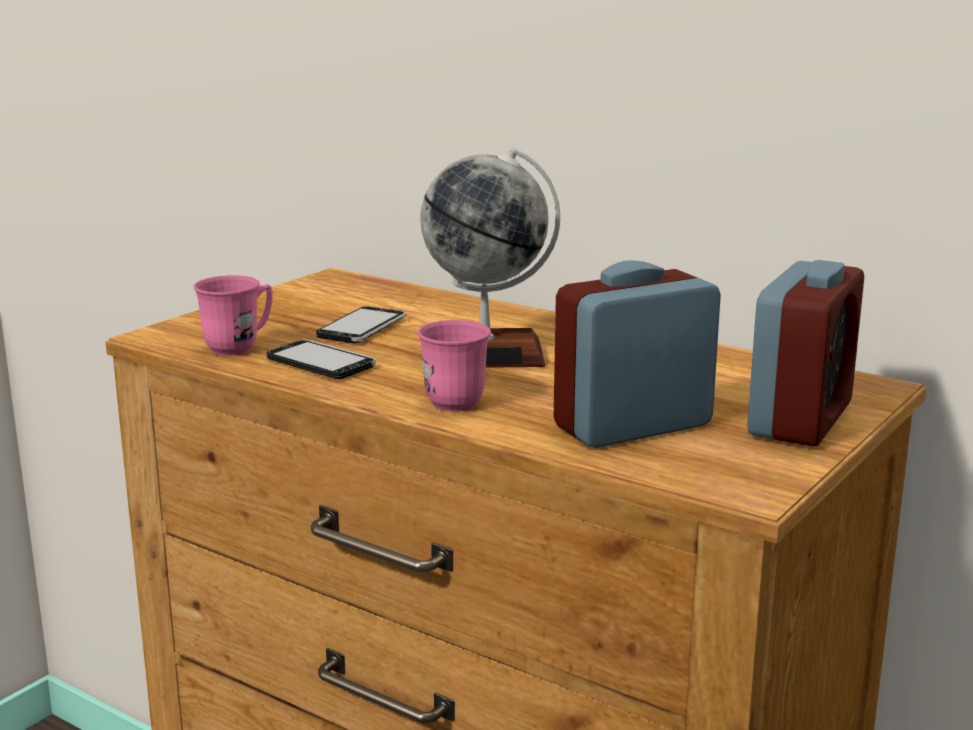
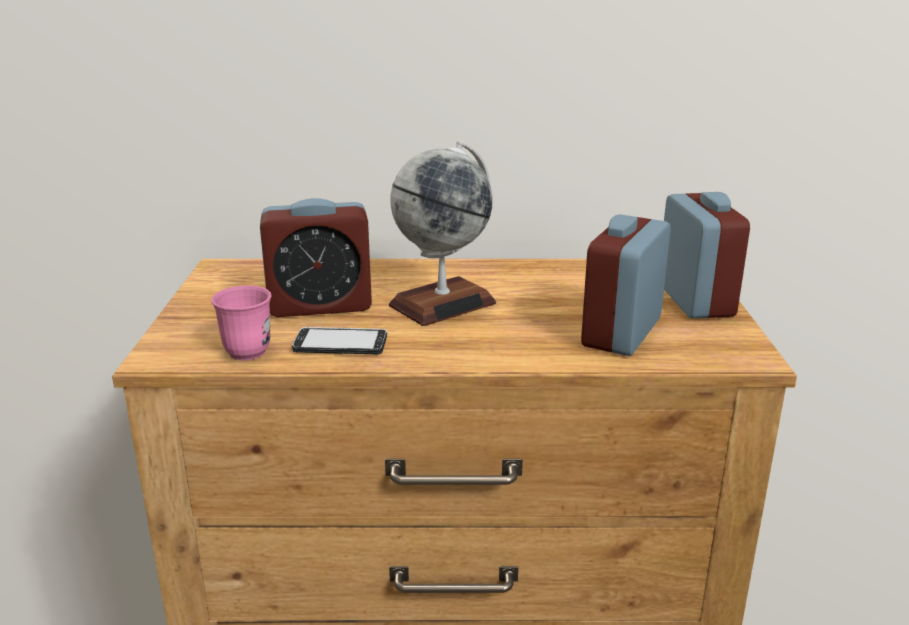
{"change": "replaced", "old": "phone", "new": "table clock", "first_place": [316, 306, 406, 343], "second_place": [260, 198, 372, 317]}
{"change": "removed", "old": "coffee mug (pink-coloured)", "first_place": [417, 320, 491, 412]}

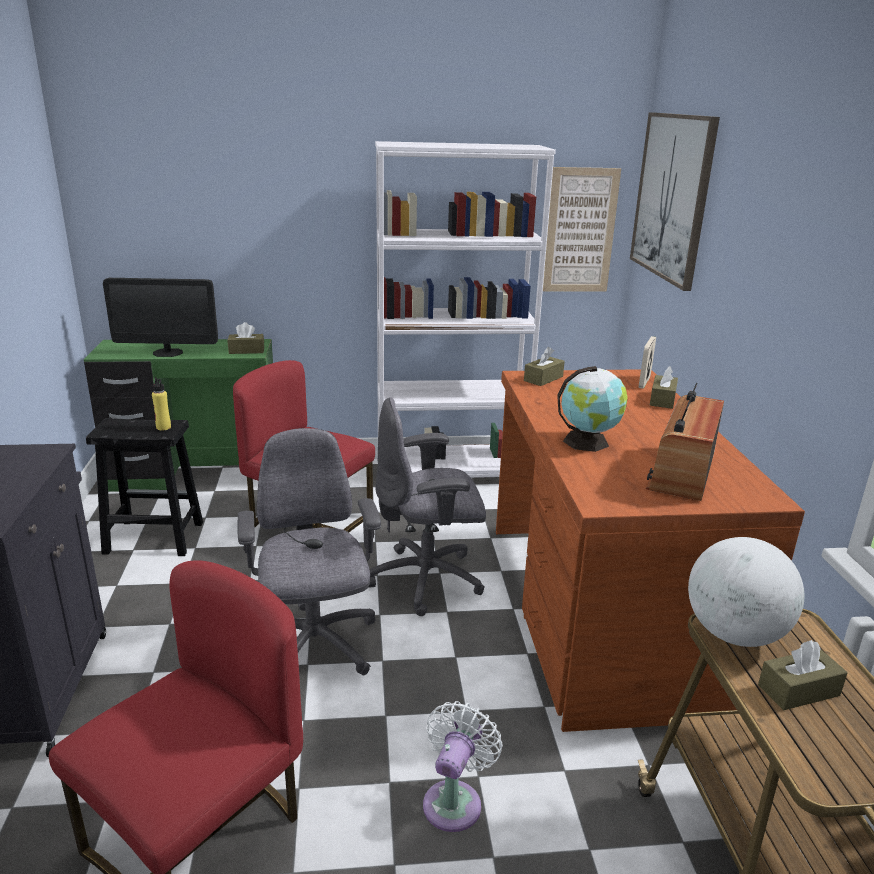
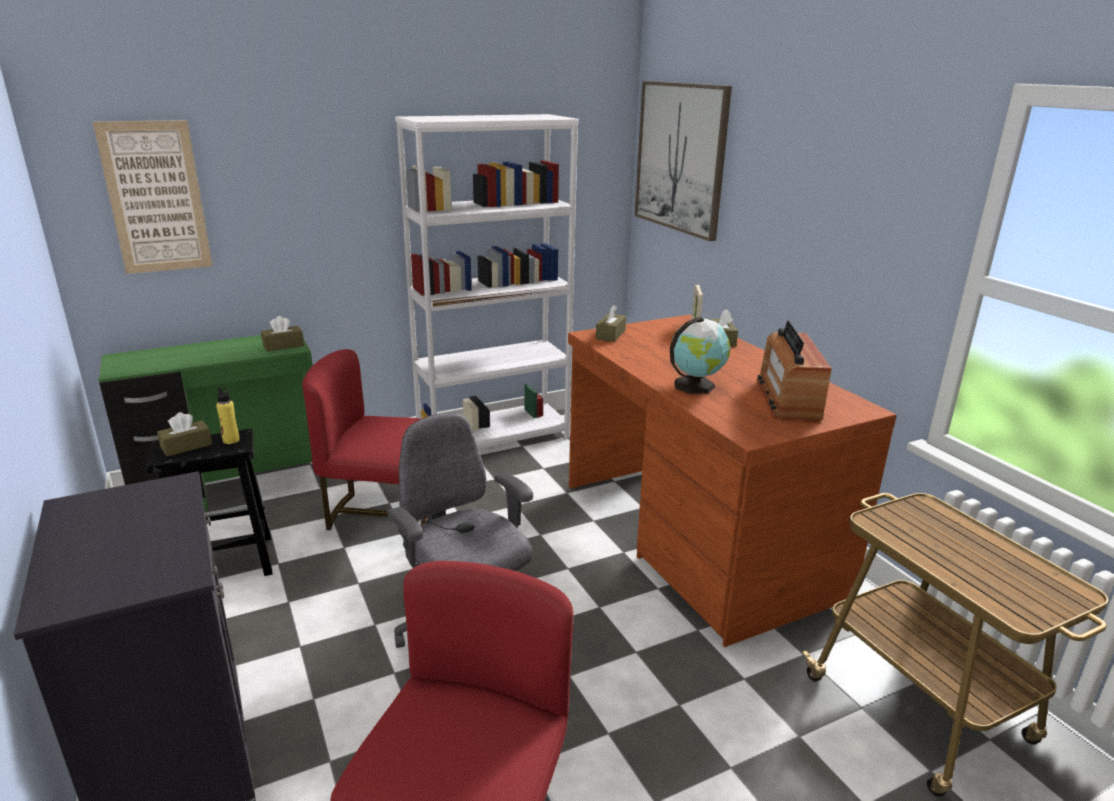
{"change": "moved", "old": "wall picture", "first_place": [543, 167, 621, 292], "second_place": [93, 120, 212, 274]}
{"change": "moved", "old": "tissue holder (brown-coloured)", "first_place": [758, 640, 848, 710], "second_place": [157, 412, 212, 457]}
{"change": "removed", "old": "monitor", "first_place": [103, 278, 218, 357]}
{"change": "removed", "old": "desk chair (greyish)", "first_place": [369, 397, 486, 616]}
{"change": "removed", "old": "electric fan (whitish)", "first_place": [423, 701, 503, 832]}
{"change": "removed", "old": "world globe", "first_place": [688, 537, 804, 647]}

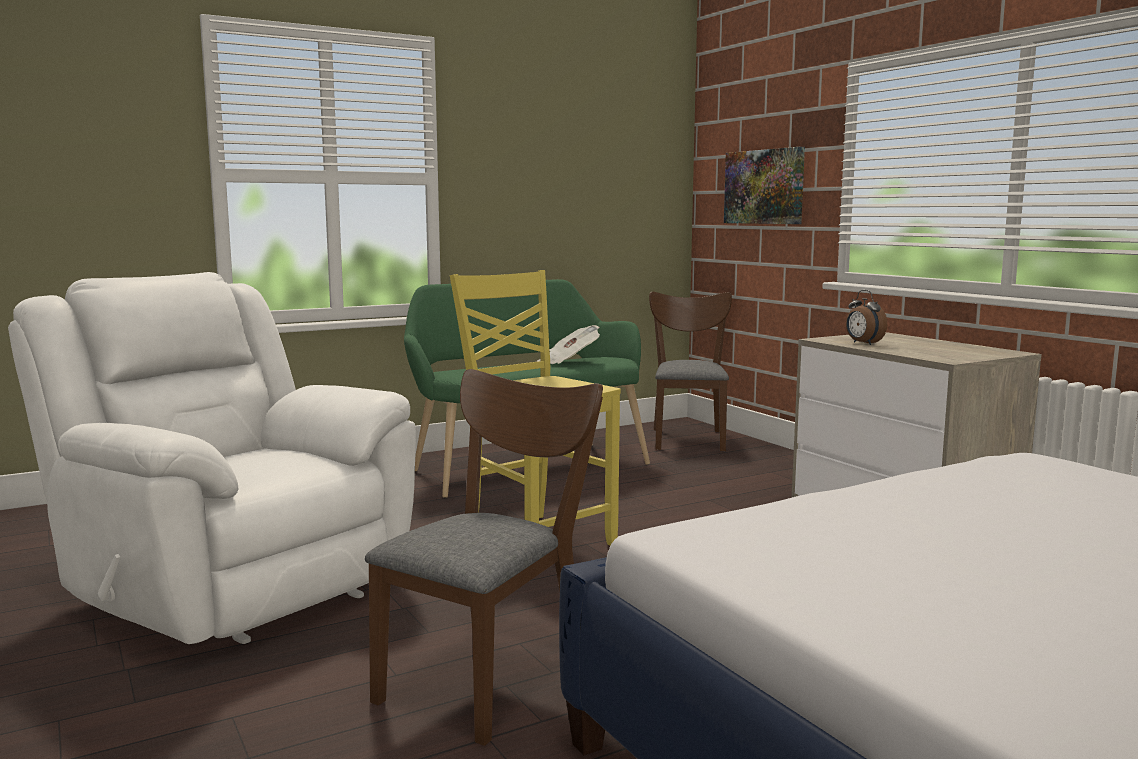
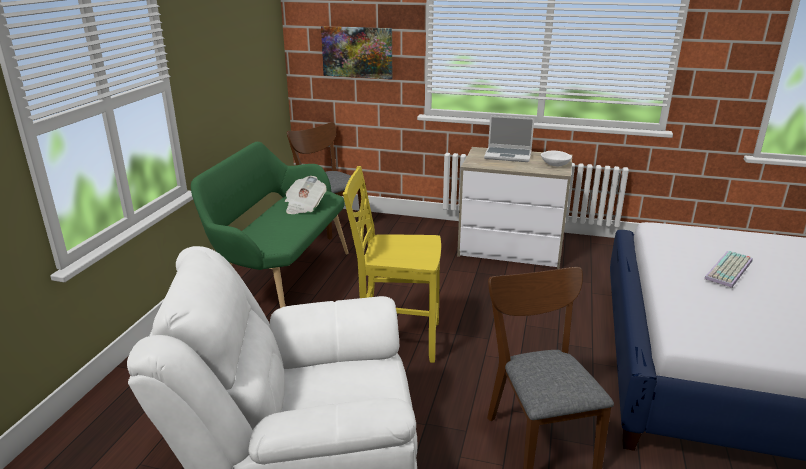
{"change": "added", "new": "laptop", "second_place": [484, 116, 535, 162]}
{"change": "added", "new": "serving bowl (whitish)", "second_place": [541, 151, 572, 166]}
{"change": "added", "new": "keyboard", "second_place": [704, 251, 753, 288]}
{"change": "removed", "old": "table clock", "first_place": [846, 290, 887, 345]}

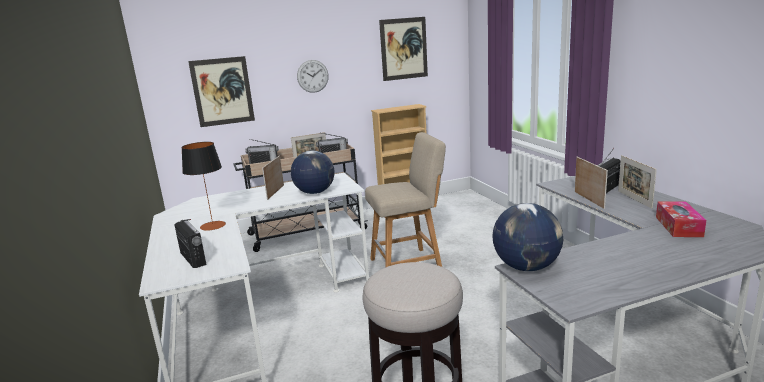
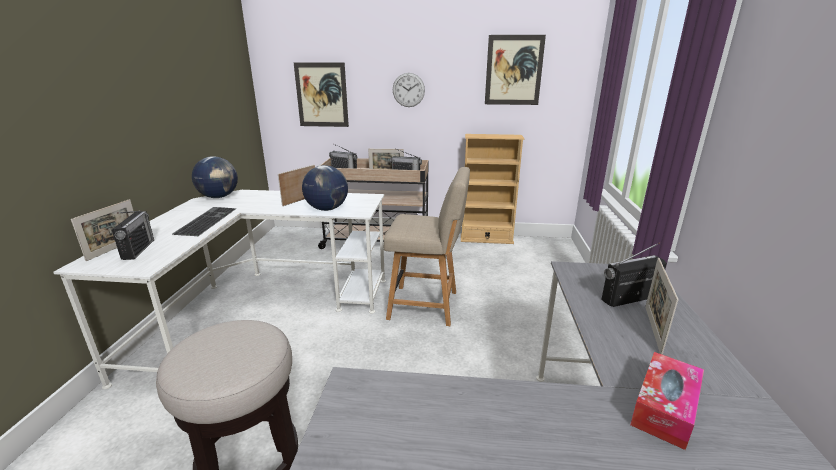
{"change": "moved", "old": "picture frame", "first_place": [575, 157, 608, 209], "second_place": [71, 199, 134, 261]}
{"change": "replaced", "old": "tabletop lamp", "new": "keyboard", "first_place": [181, 142, 226, 231], "second_place": [172, 207, 236, 236]}
{"change": "moved", "old": "world globe", "first_place": [492, 203, 563, 271], "second_place": [192, 156, 238, 198]}

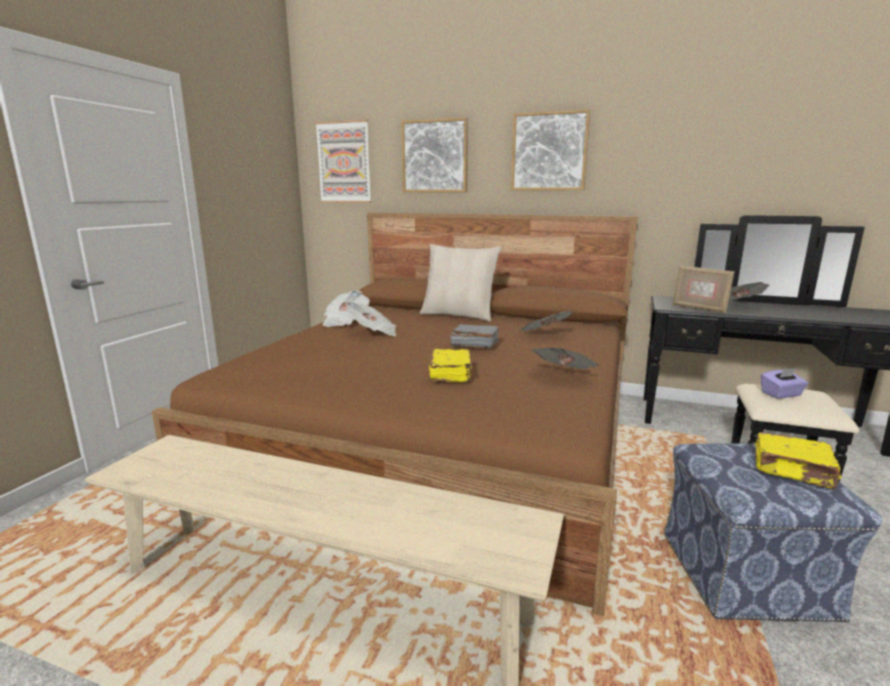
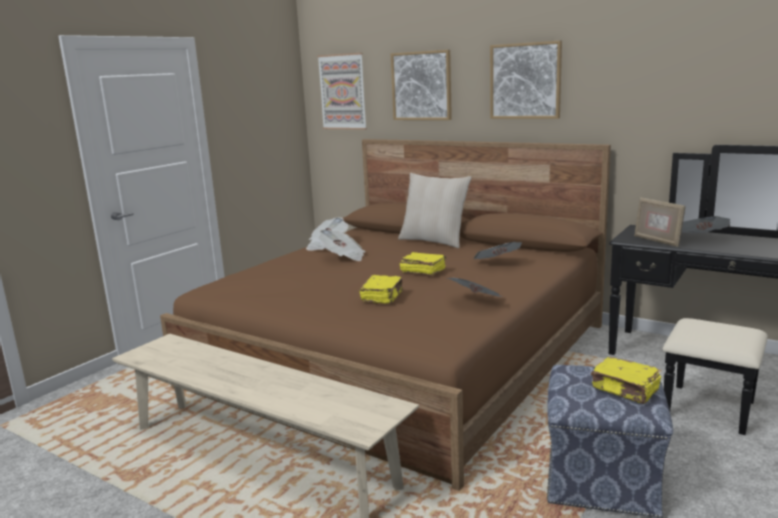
{"change": "recoloured", "old": "bound book (greyish)", "new": "bound book (yellowish)", "first_place": [450, 324, 499, 348], "second_place": [400, 252, 446, 275]}
{"change": "removed", "old": "tissue holder (purplish)", "first_place": [761, 368, 808, 399]}

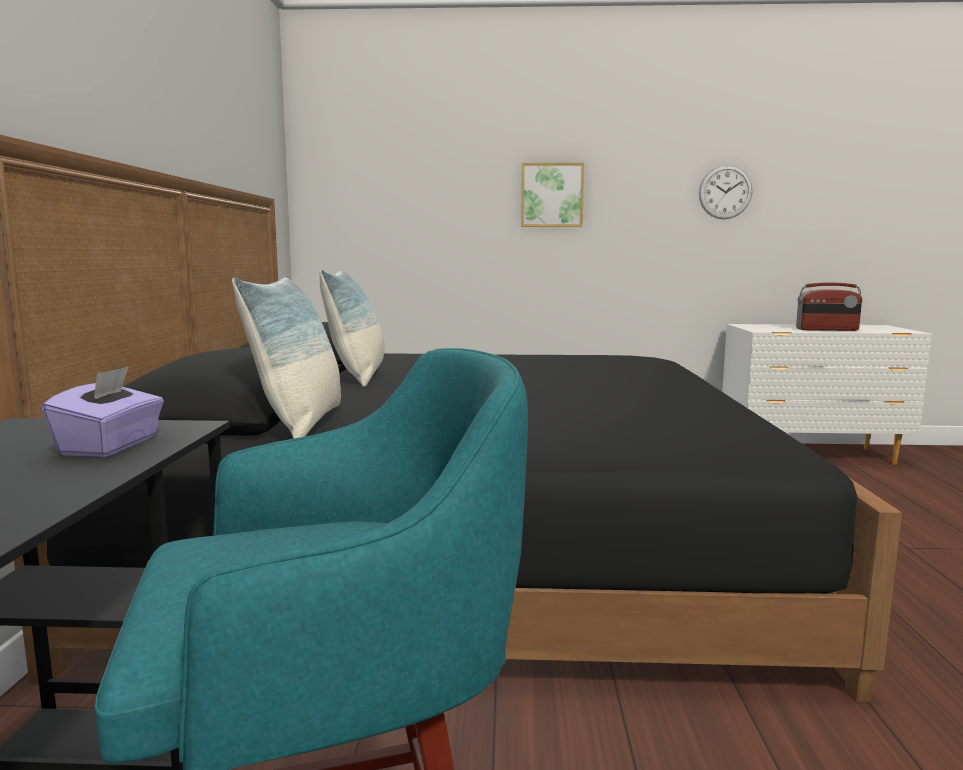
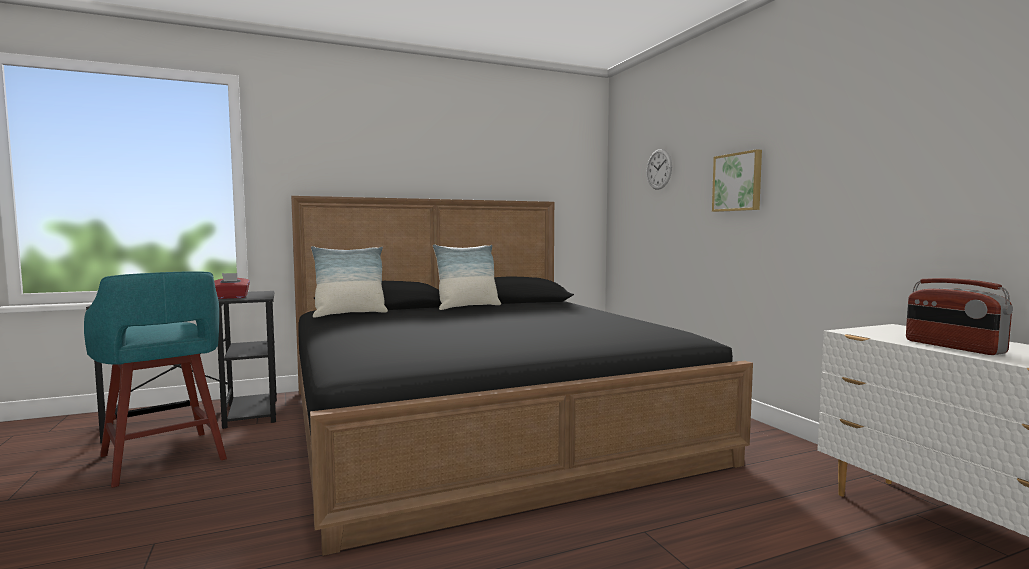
{"change": "recoloured", "old": "tissue holder (purplish)", "new": "tissue holder (reddish)", "first_place": [42, 366, 164, 457], "second_place": [214, 273, 250, 299]}
{"change": "moved", "old": "clock on the wall", "first_place": [699, 165, 753, 219], "second_place": [647, 149, 672, 190]}

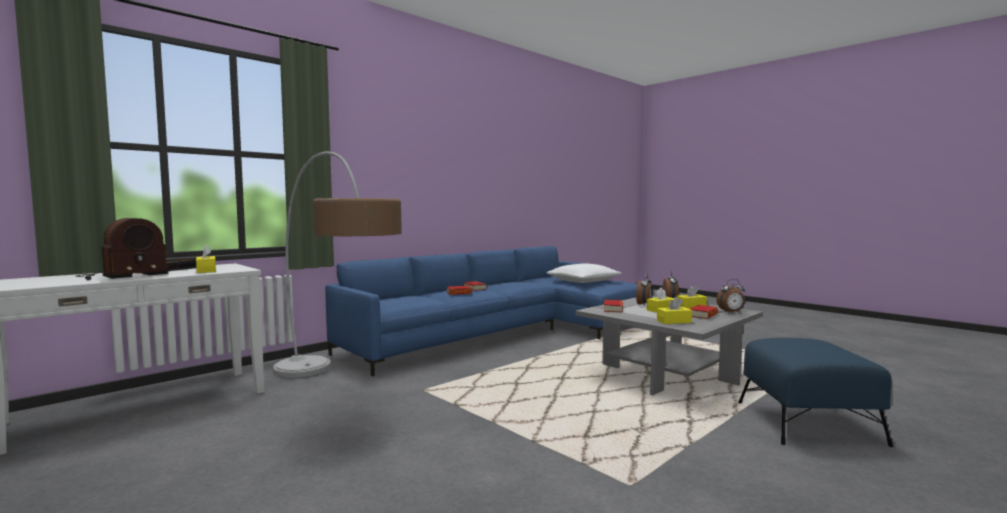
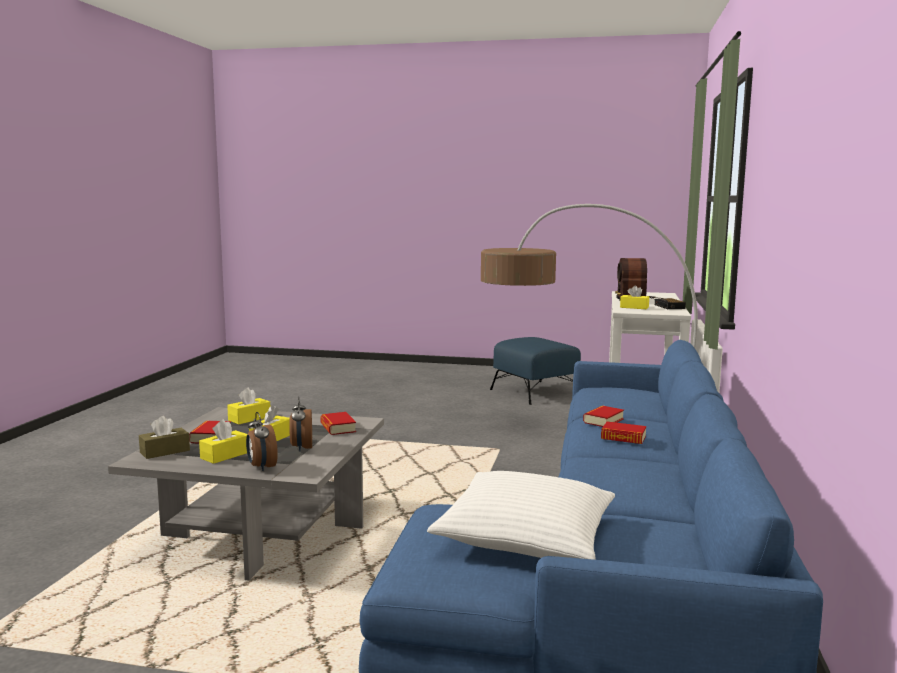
{"change": "replaced", "old": "table clock", "new": "tissue holder (brown-coloured)", "first_place": [716, 279, 745, 313], "second_place": [139, 416, 190, 459]}
{"change": "moved", "old": "footrest (bluish)", "first_place": [738, 338, 893, 447], "second_place": [490, 337, 581, 405]}

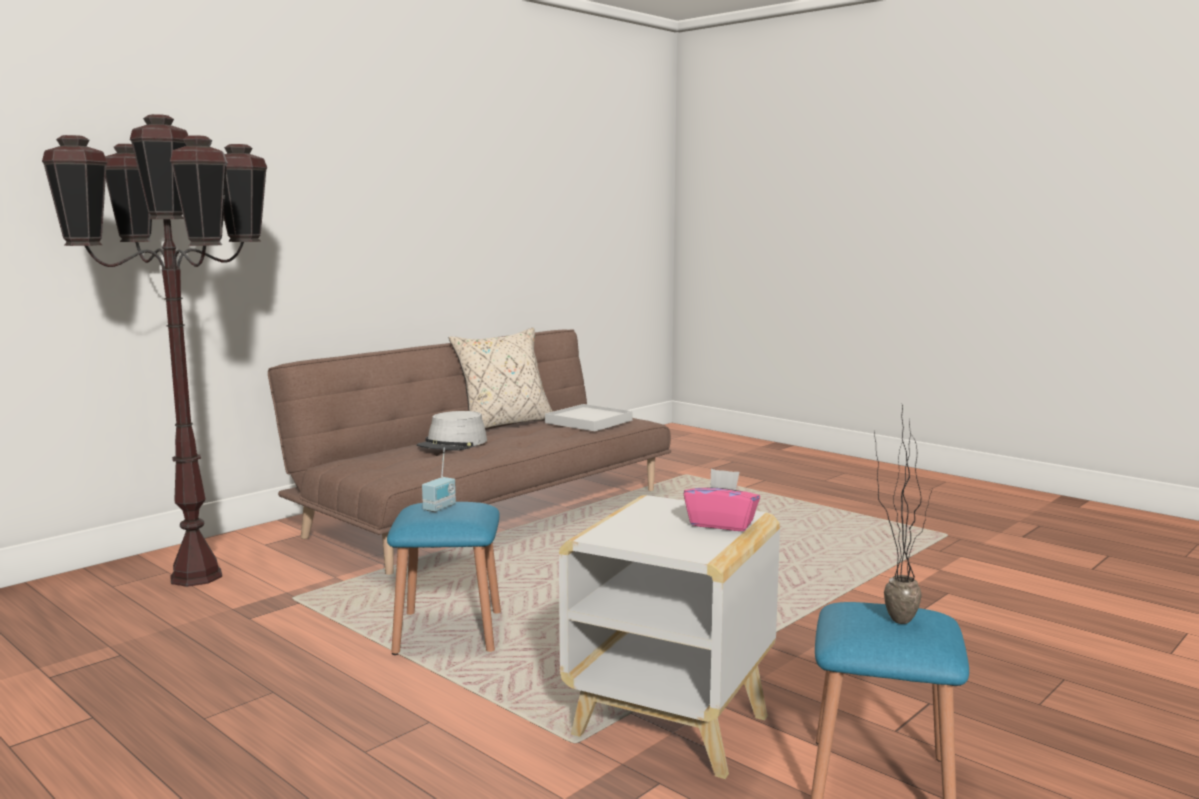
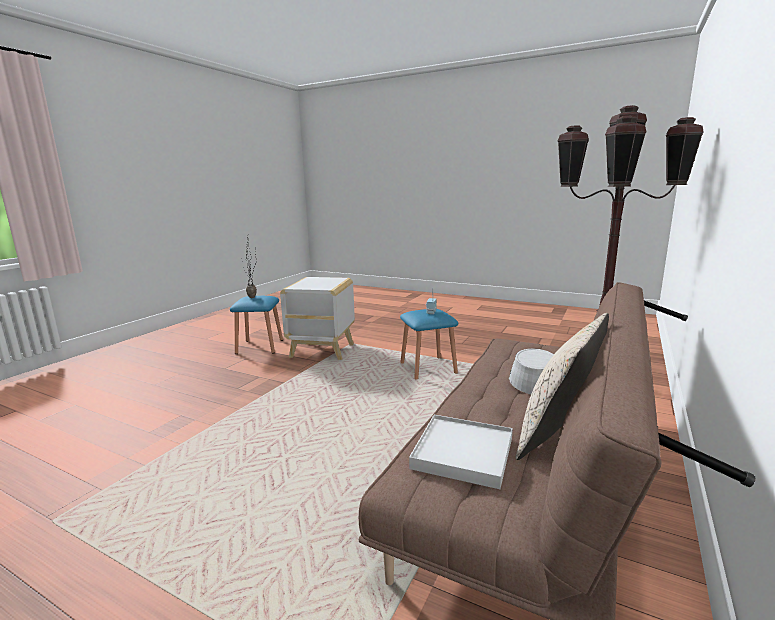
{"change": "removed", "old": "tissue holder (pink-coloured)", "first_place": [684, 469, 760, 531]}

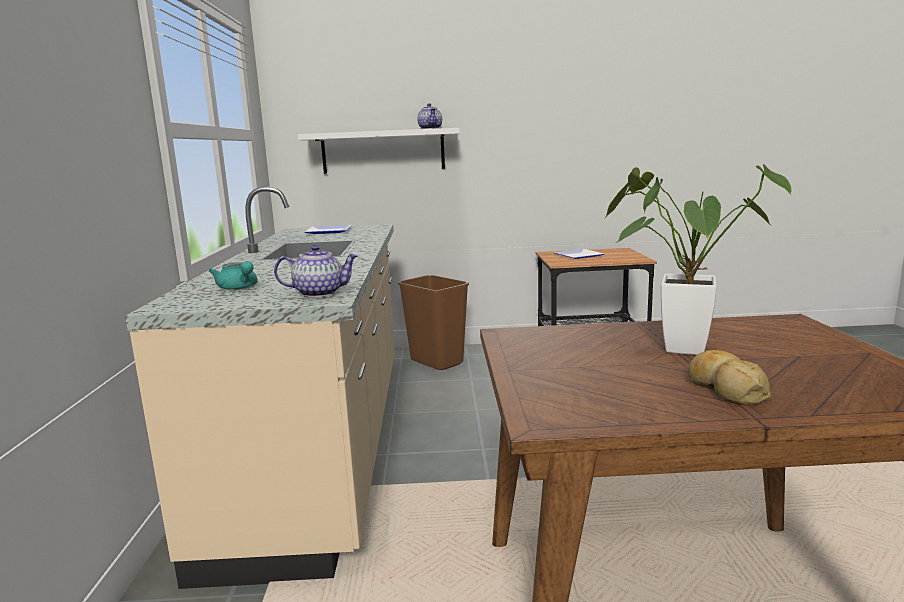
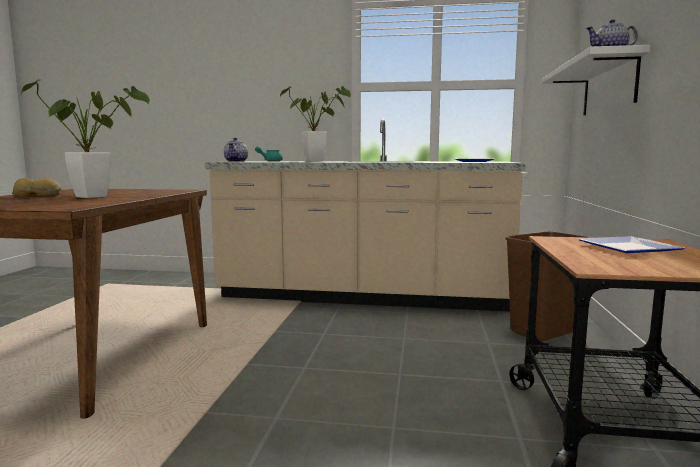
{"change": "added", "new": "houseplant", "second_place": [280, 86, 351, 161]}

